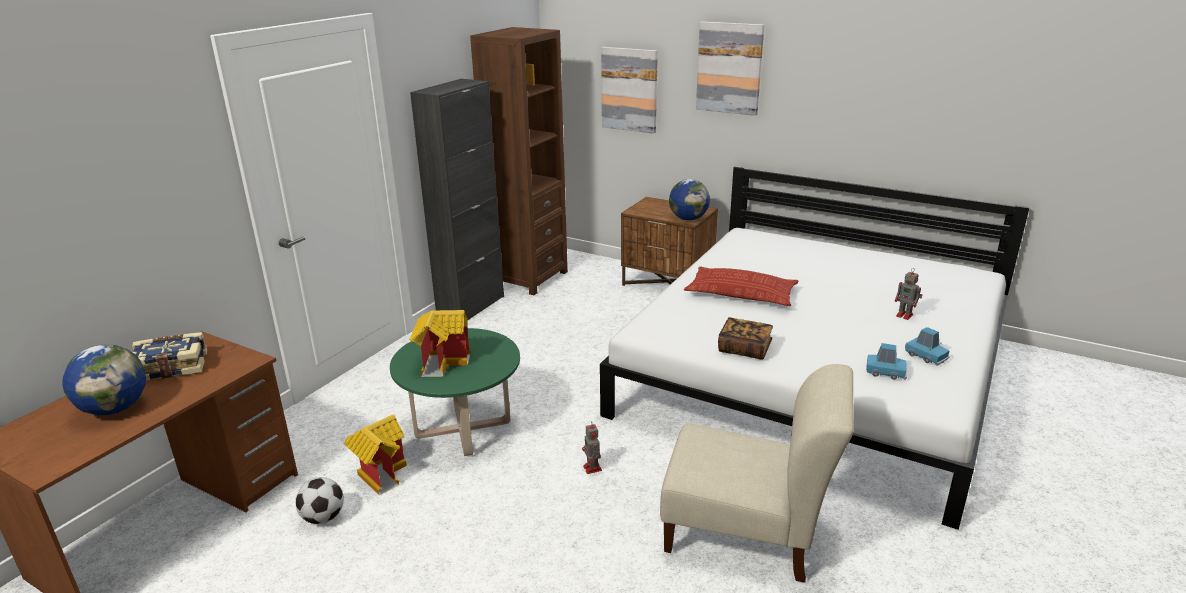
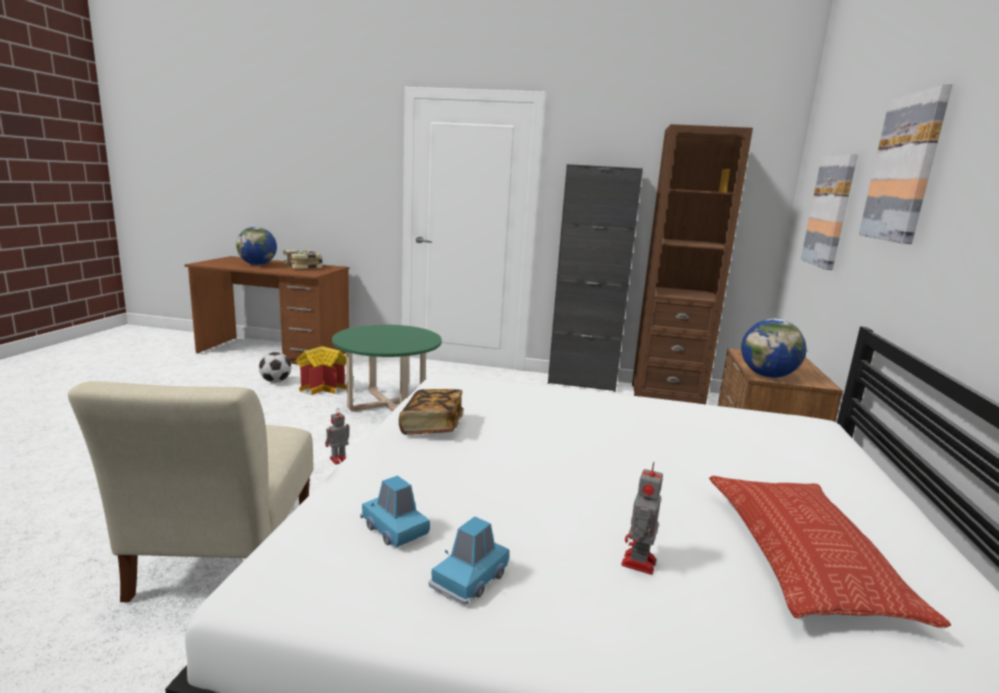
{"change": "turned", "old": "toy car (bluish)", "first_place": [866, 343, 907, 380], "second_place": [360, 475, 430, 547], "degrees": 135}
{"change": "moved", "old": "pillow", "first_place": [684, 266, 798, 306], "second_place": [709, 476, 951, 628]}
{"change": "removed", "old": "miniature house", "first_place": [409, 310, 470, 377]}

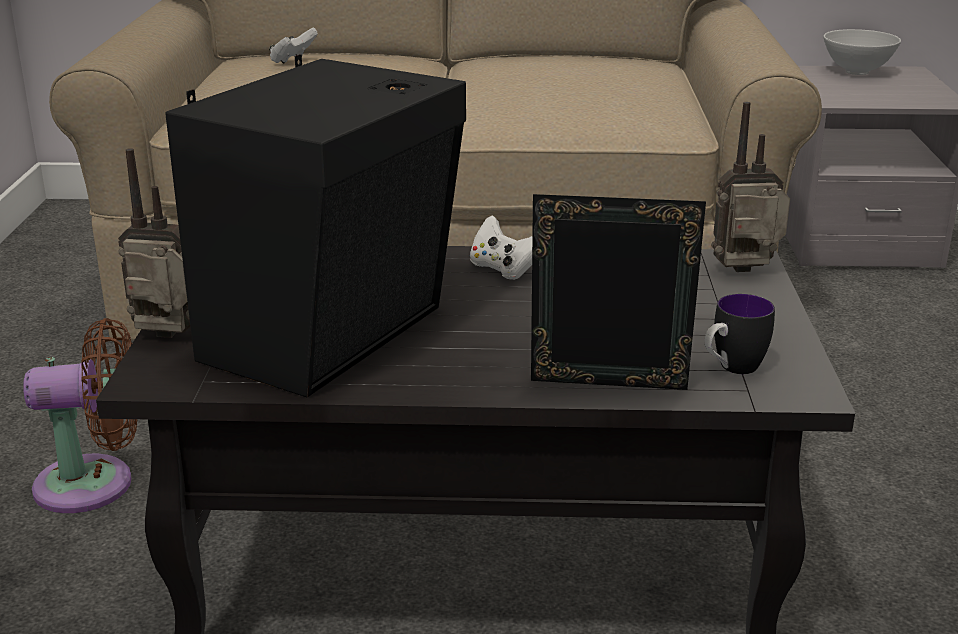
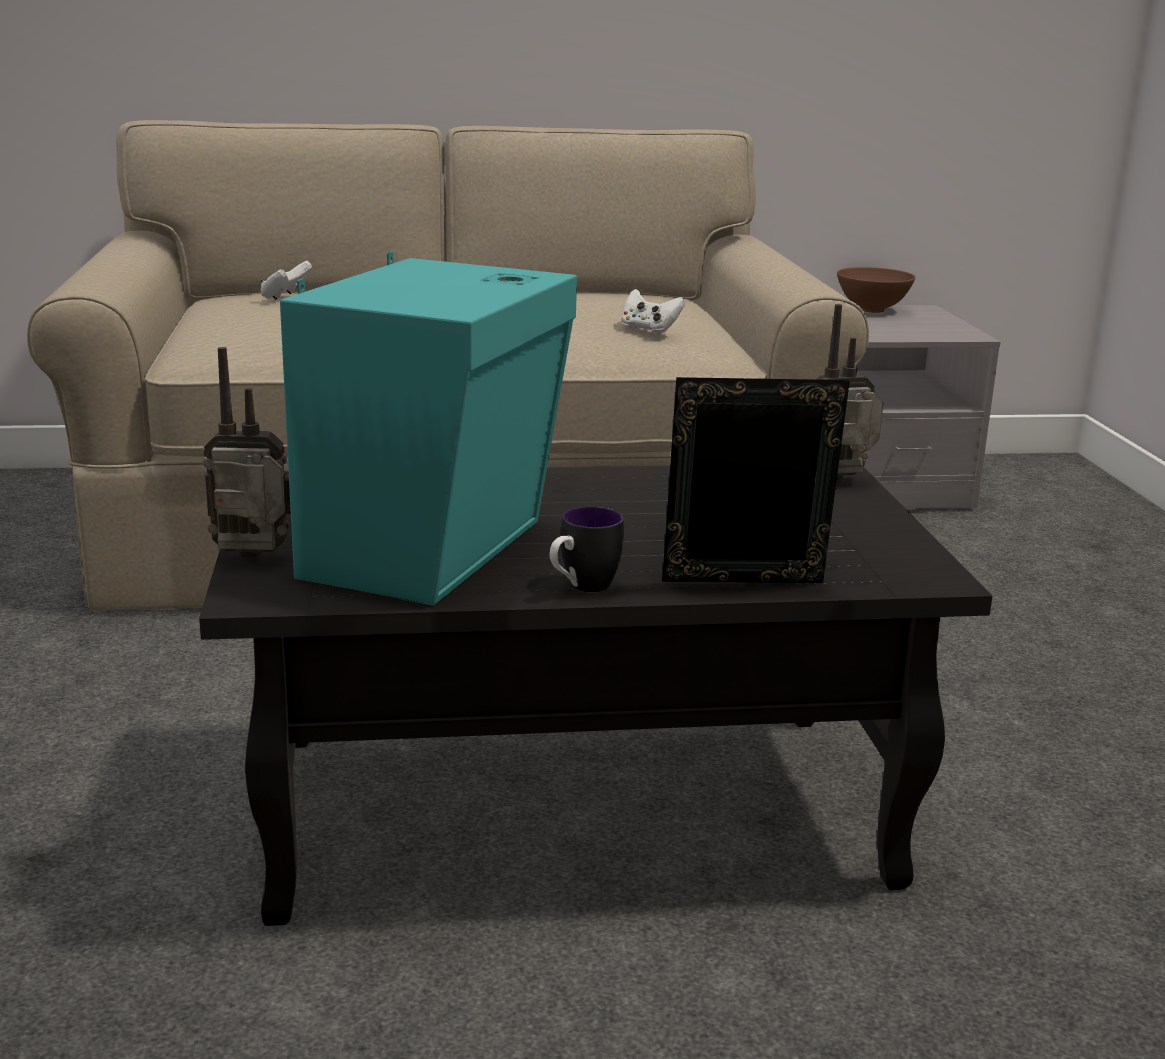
{"change": "recoloured", "old": "audio speaker (black-coloured)", "new": "audio speaker (blue-green)", "first_place": [165, 54, 466, 397], "second_place": [280, 252, 577, 606]}
{"change": "moved", "old": "coffee mug", "first_place": [705, 294, 775, 374], "second_place": [550, 507, 624, 592]}
{"change": "moved", "old": "joypad (whitish)", "first_place": [470, 215, 532, 280], "second_place": [621, 289, 685, 333]}
{"change": "recoloured", "old": "serving bowl (whitish)", "new": "serving bowl (brown-coloured)", "first_place": [824, 29, 901, 75], "second_place": [837, 267, 916, 313]}
{"change": "removed", "old": "electric fan (brown-coloured)", "first_place": [23, 318, 138, 513]}

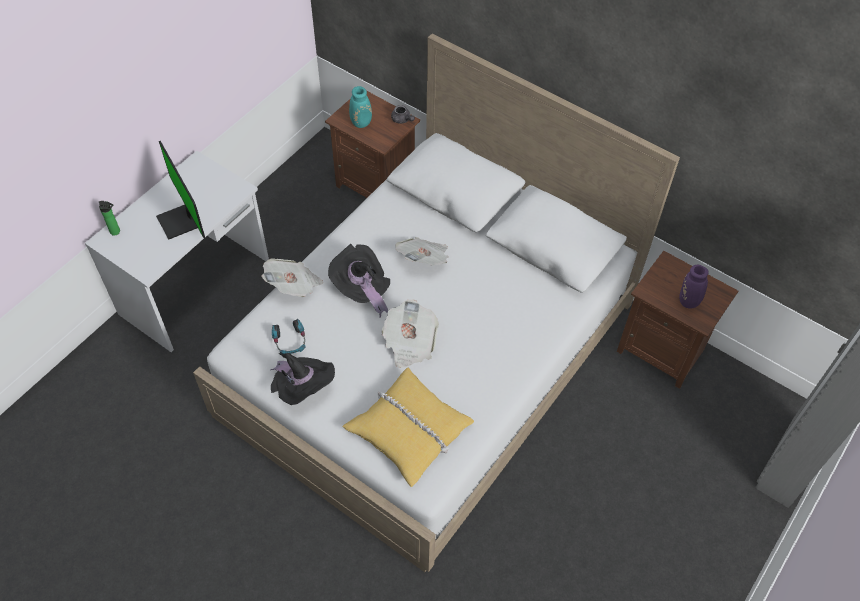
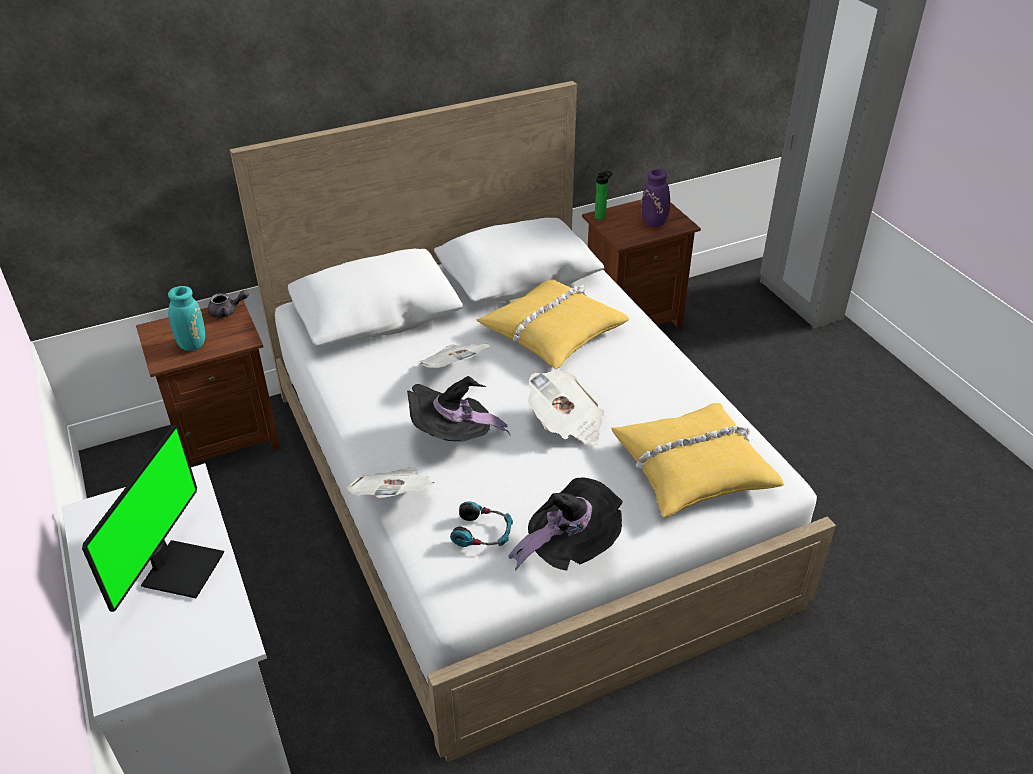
{"change": "turned", "old": "monitor", "first_place": [156, 141, 205, 239], "second_place": [82, 425, 224, 612], "degrees": -75}
{"change": "added", "new": "pillow (yellowish)", "second_place": [477, 279, 630, 369]}
{"change": "moved", "old": "drink bottle", "first_place": [99, 201, 120, 236], "second_place": [595, 170, 613, 220]}

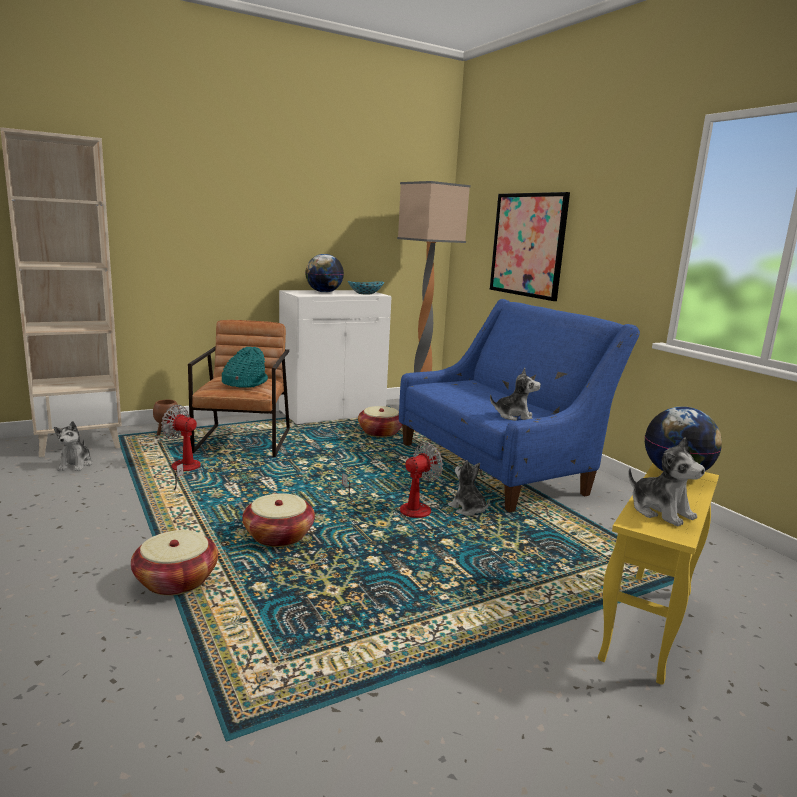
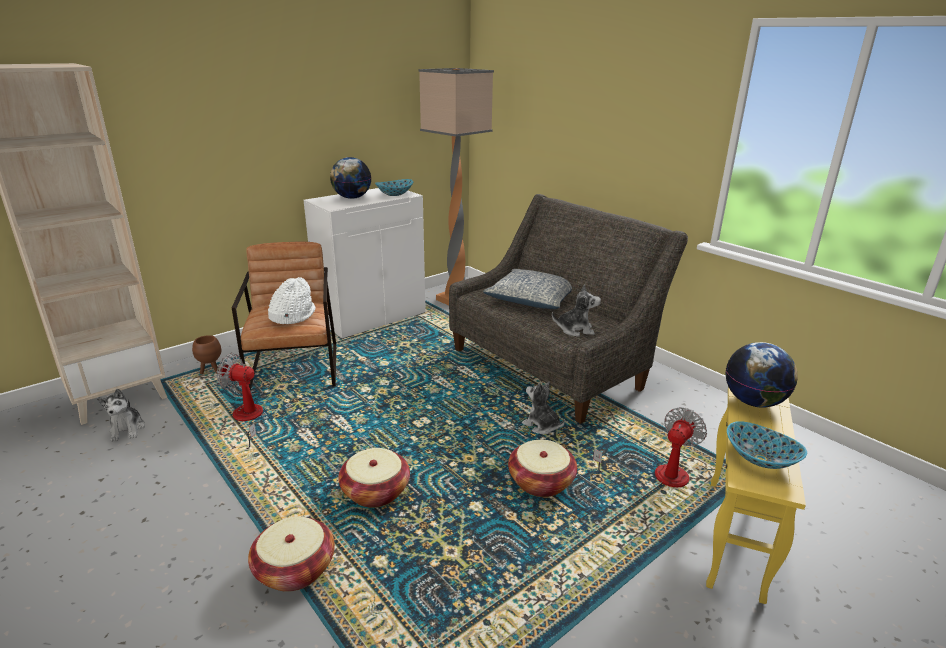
{"change": "recoloured", "old": "clothing hat (blue-green)", "new": "clothing hat (whitish)", "first_place": [222, 347, 268, 388], "second_place": [268, 277, 315, 324]}
{"change": "recoloured", "old": "settee (bluish)", "new": "settee (greyish)", "first_place": [399, 299, 640, 512], "second_place": [449, 194, 688, 424]}
{"change": "added", "new": "pillow", "second_place": [483, 269, 572, 309]}
{"change": "moved", "old": "household basket", "first_place": [358, 406, 402, 437], "second_place": [508, 440, 577, 497]}
{"change": "moved", "old": "electric fan", "first_place": [342, 442, 443, 518], "second_place": [593, 407, 707, 489]}
{"change": "replaced", "old": "cuddly toy", "new": "serving bowl", "first_place": [628, 438, 705, 526], "second_place": [727, 421, 807, 469]}
{"change": "removed", "old": "wall picture", "first_place": [490, 192, 570, 301]}

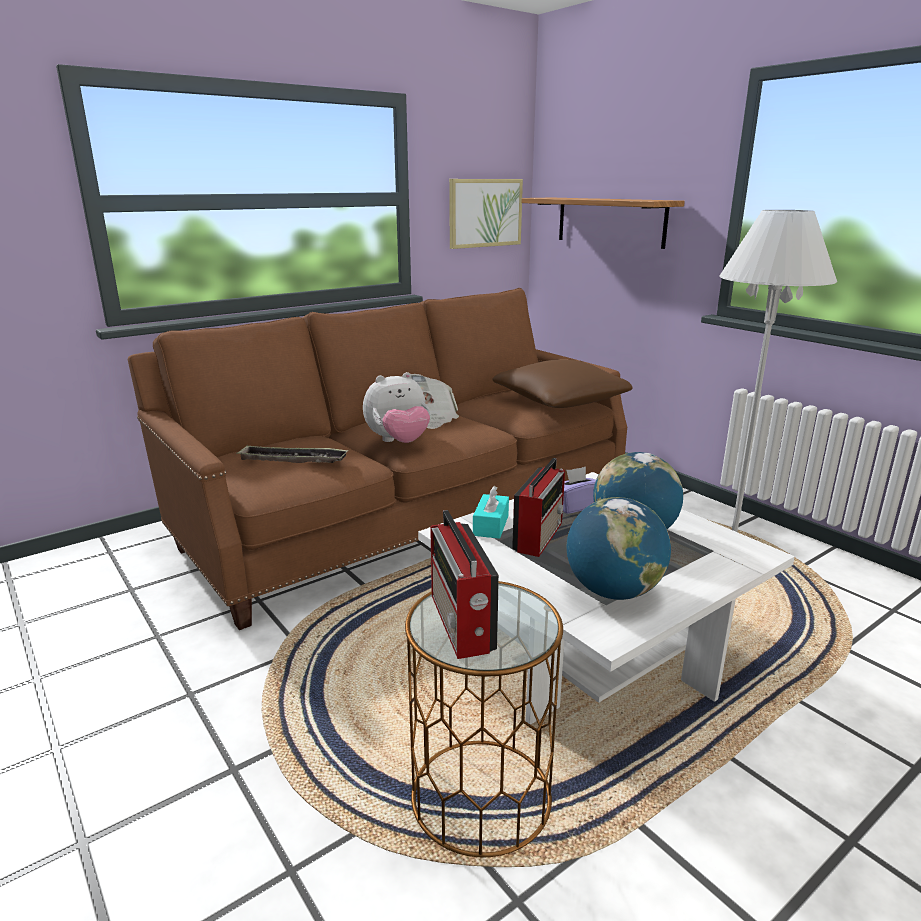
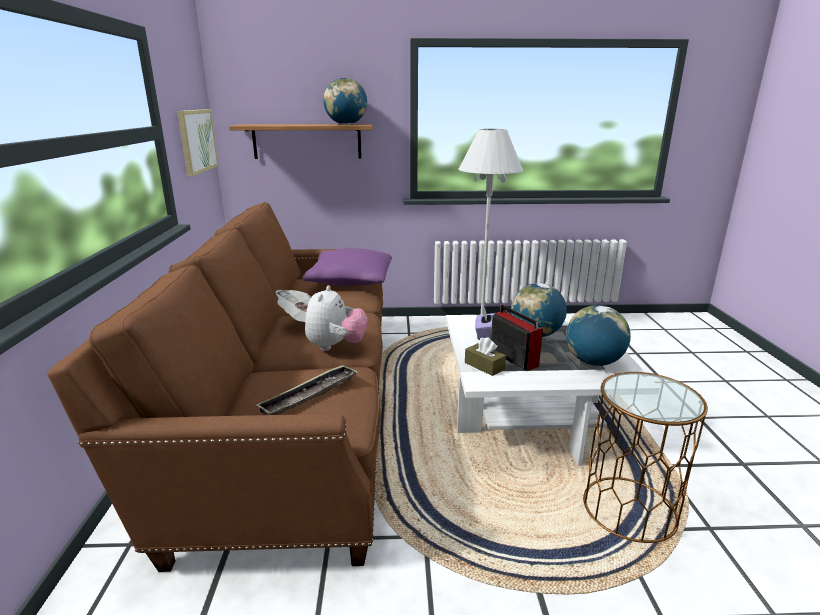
{"change": "recoloured", "old": "pillow (brown-coloured)", "new": "pillow (purplish)", "first_place": [492, 359, 632, 408], "second_place": [302, 248, 392, 286]}
{"change": "added", "new": "world globe", "second_place": [323, 78, 367, 125]}
{"change": "recoloured", "old": "tissue holder (blue-green)", "new": "tissue holder (brown-coloured)", "first_place": [473, 485, 509, 539], "second_place": [465, 337, 506, 376]}
{"change": "removed", "old": "radio receiver", "first_place": [430, 510, 499, 659]}

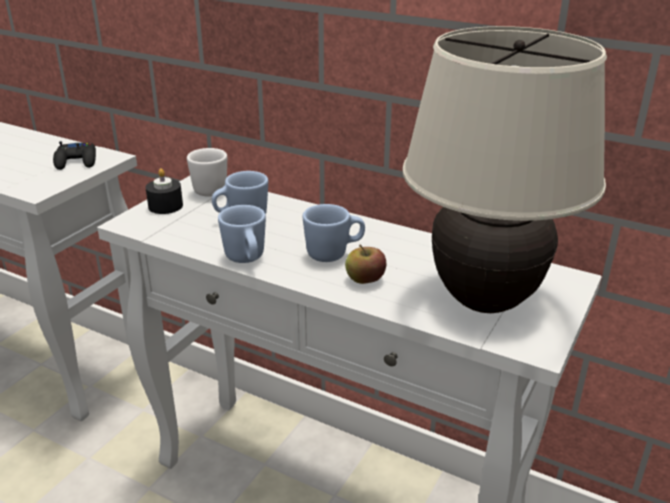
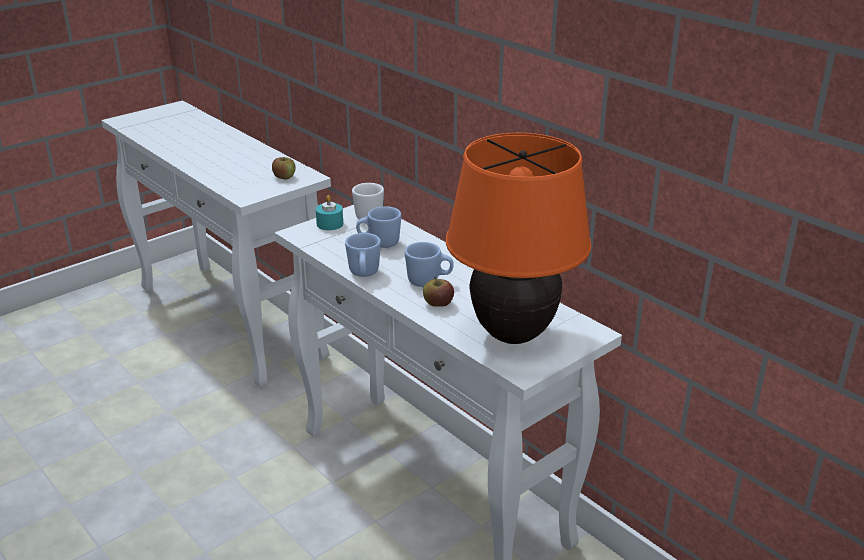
{"change": "replaced", "old": "joypad (black-coloured)", "new": "whole apple", "first_place": [53, 141, 96, 170], "second_place": [272, 157, 296, 179]}
{"change": "recoloured", "old": "candle (black-coloured)", "new": "candle (blue-green)", "first_place": [146, 168, 183, 214], "second_place": [316, 195, 343, 230]}
{"change": "recoloured", "old": "tabletop lamp (sand-coloured)", "new": "tabletop lamp (orange-coloured)", "first_place": [402, 26, 607, 313], "second_place": [446, 133, 592, 344]}

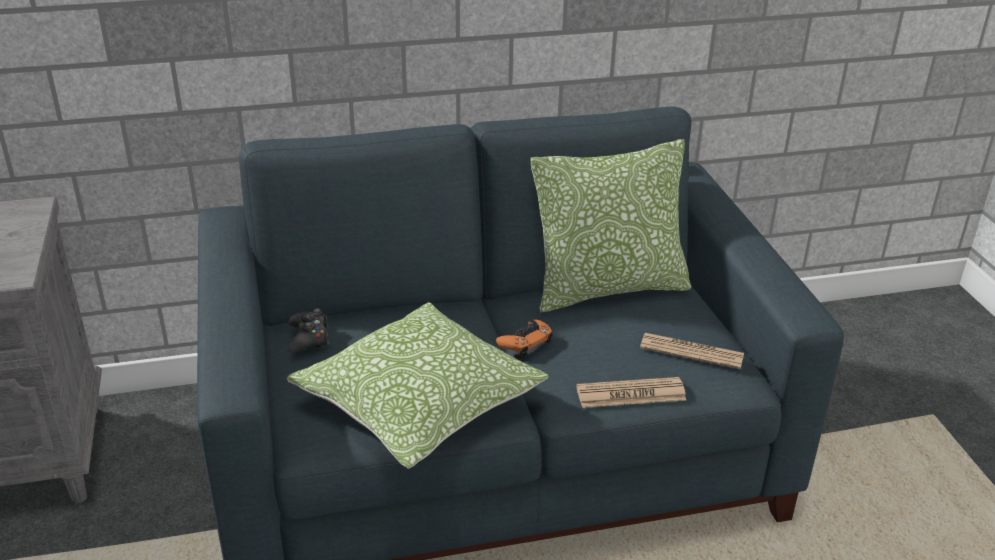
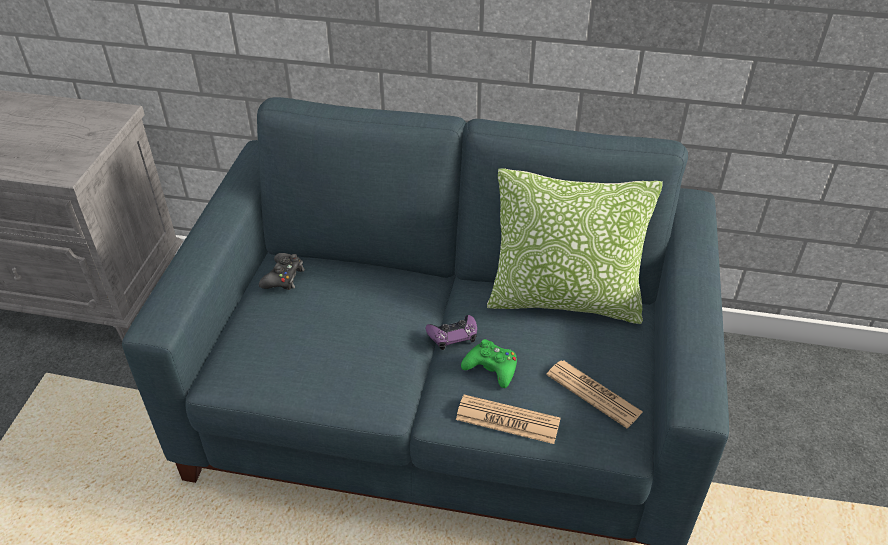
{"change": "recoloured", "old": "joypad (orange-coloured)", "new": "joypad (purplish)", "first_place": [496, 319, 553, 357], "second_place": [426, 315, 477, 350]}
{"change": "added", "new": "joypad (green)", "second_place": [461, 339, 517, 388]}
{"change": "removed", "old": "pillow", "first_place": [287, 302, 549, 469]}

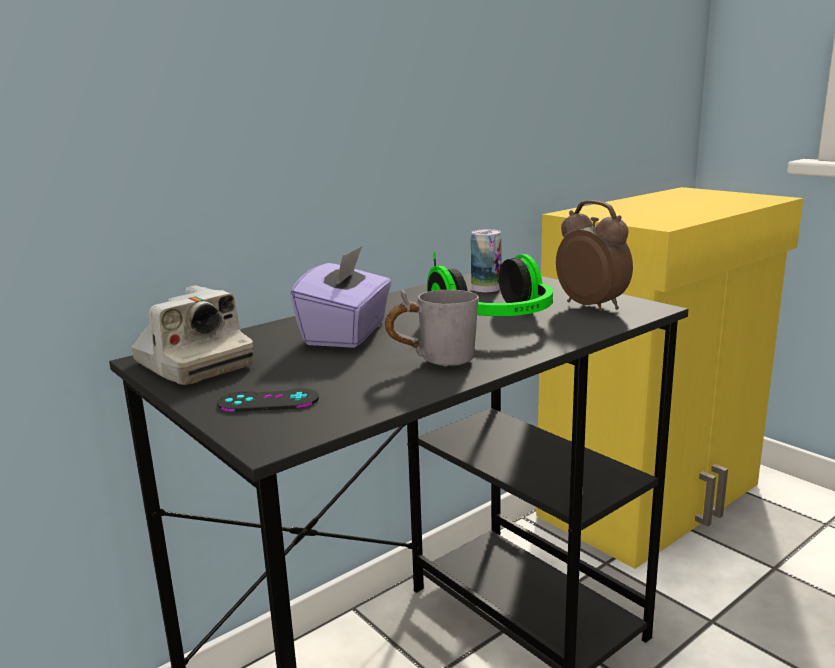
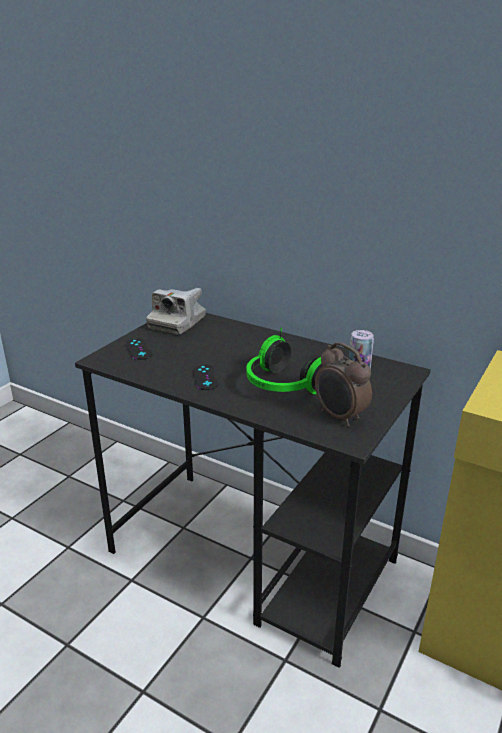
{"change": "replaced", "old": "coffee mug (greyish)", "new": "joypad (black-coloured)", "first_place": [385, 289, 479, 367], "second_place": [193, 364, 218, 390]}
{"change": "turned", "old": "table clock", "first_place": [556, 200, 633, 311], "second_place": [315, 342, 372, 427], "degrees": 105}
{"change": "removed", "old": "tissue holder (purplish)", "first_place": [290, 246, 391, 348]}

